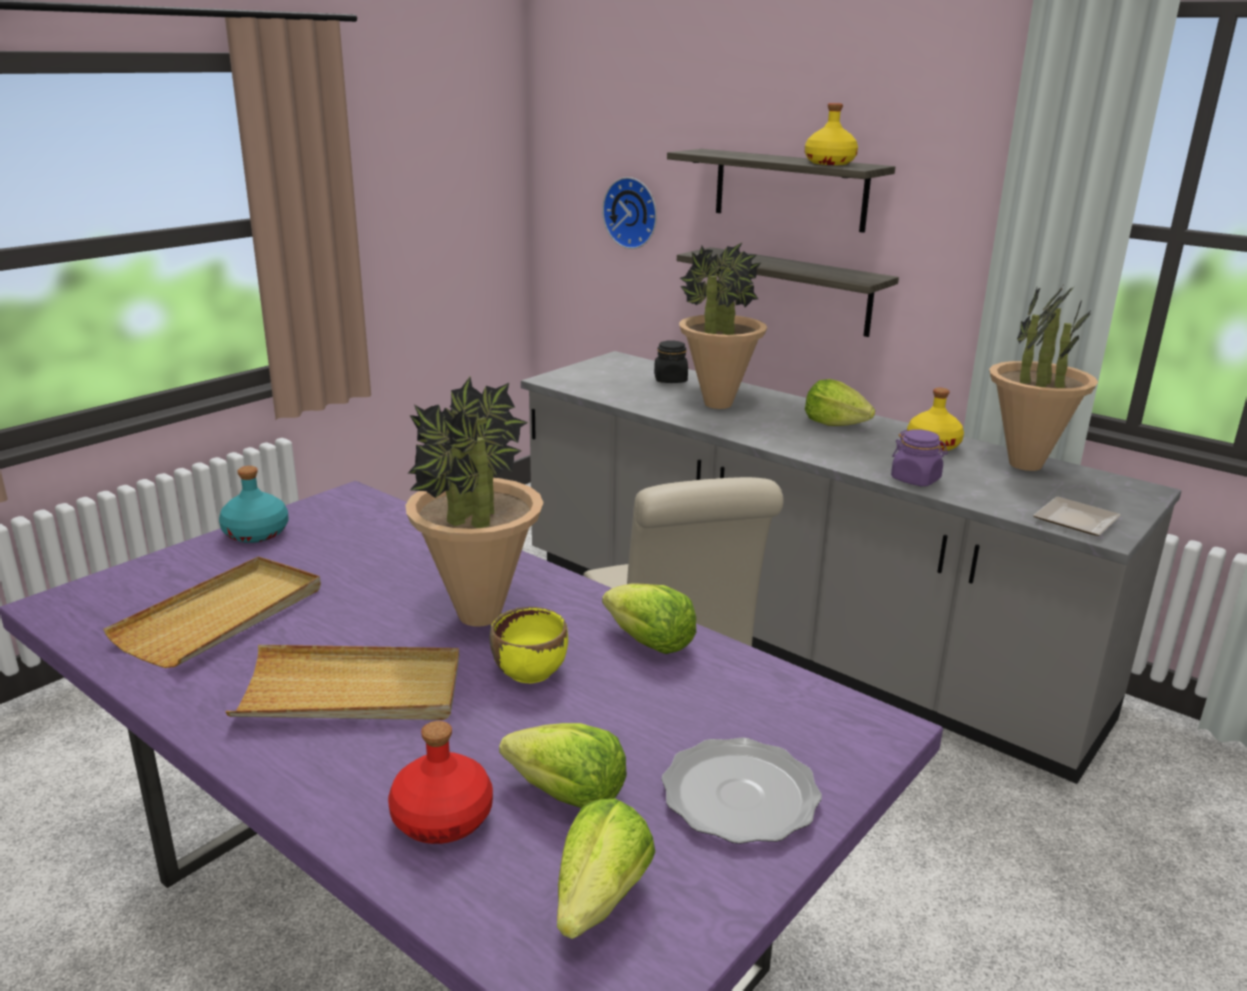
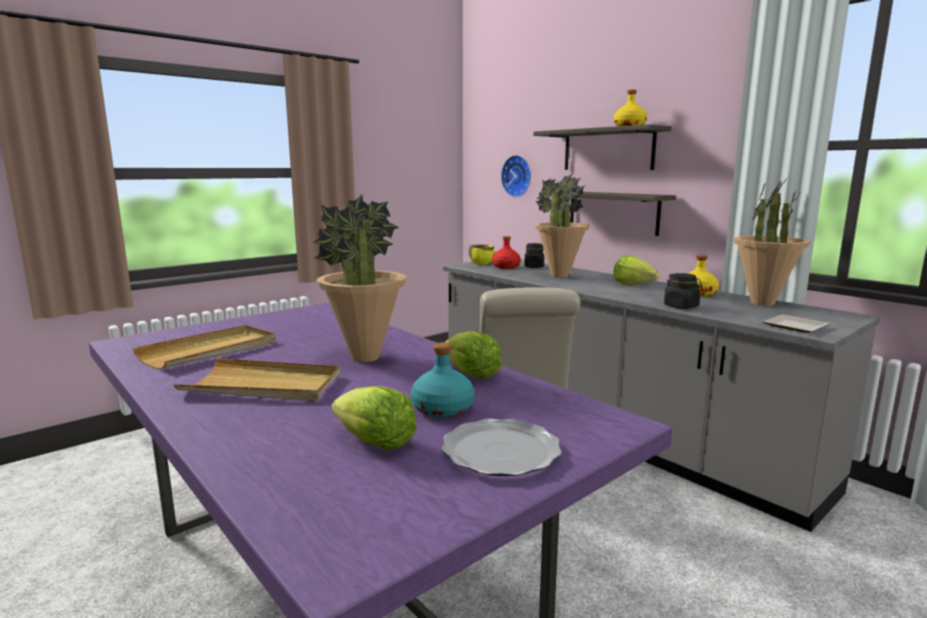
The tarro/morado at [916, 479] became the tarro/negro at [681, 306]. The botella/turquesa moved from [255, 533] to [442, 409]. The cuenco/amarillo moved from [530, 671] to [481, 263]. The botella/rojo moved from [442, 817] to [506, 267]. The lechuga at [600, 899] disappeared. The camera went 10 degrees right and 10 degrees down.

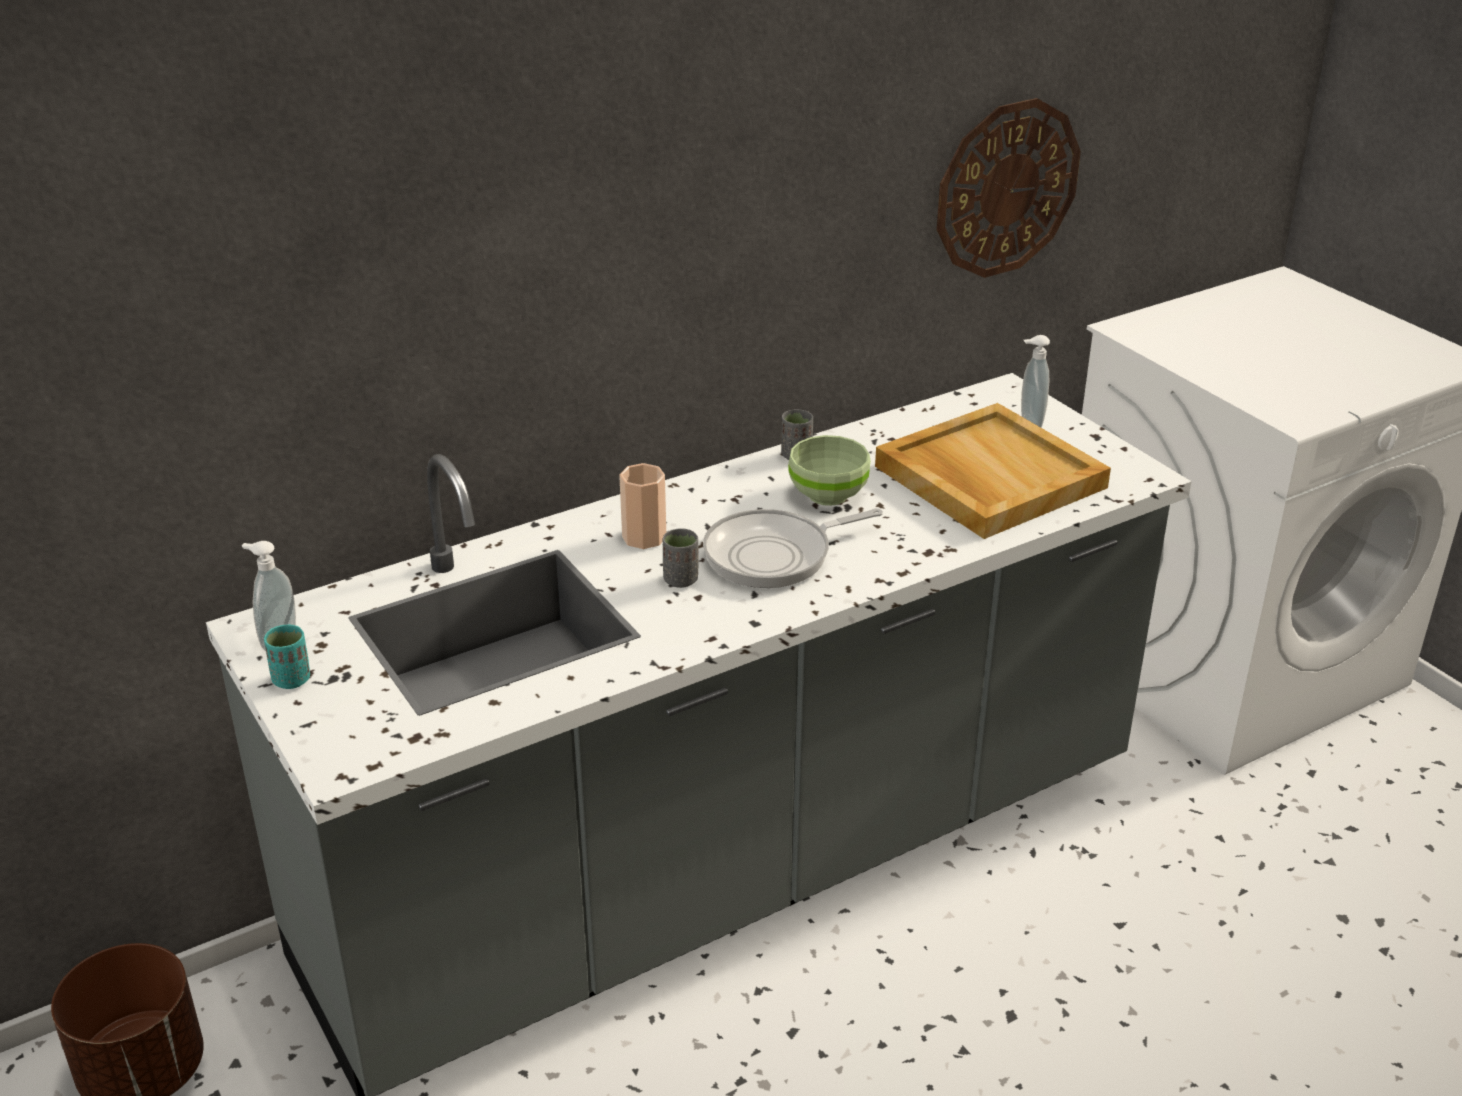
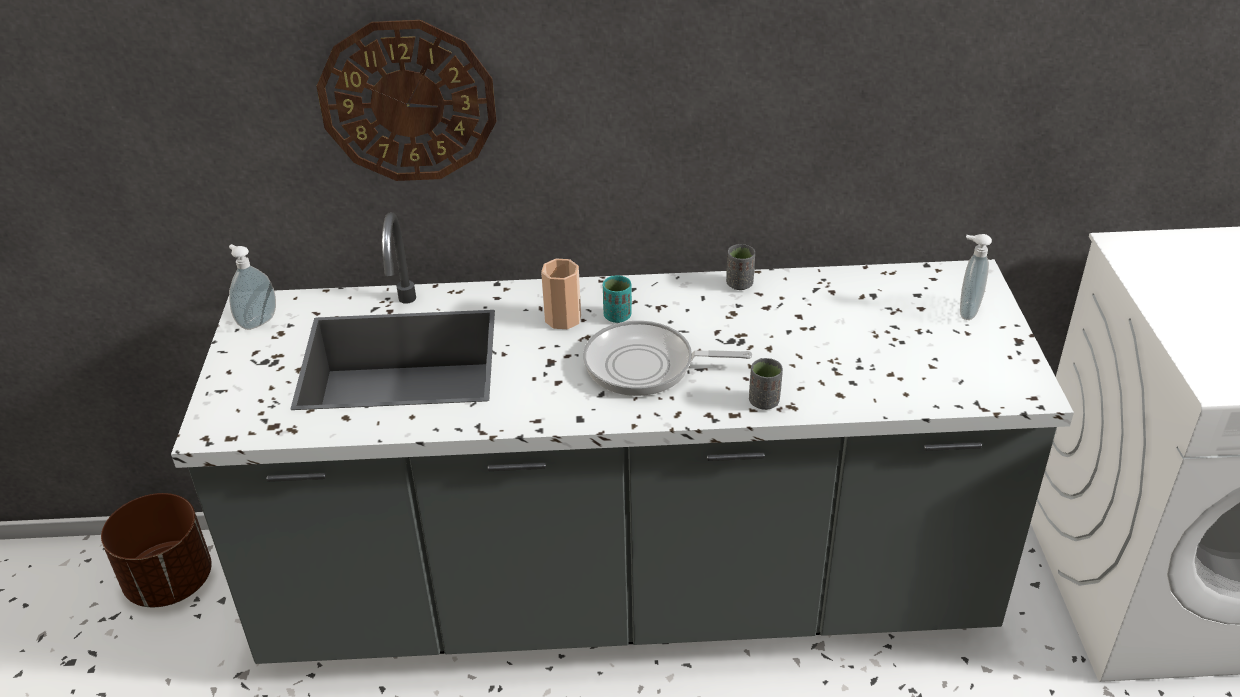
The reloj de pared moved from [1007, 188] to [408, 101]. The bandeja/beis at [987, 477] disappeared. The cuenco/verde at [829, 495] disappeared. The taza/gris moved from [681, 580] to [764, 402]. The taza/turquesa moved from [291, 680] to [617, 316]. The camera went 30 degrees right and 5 degrees up.

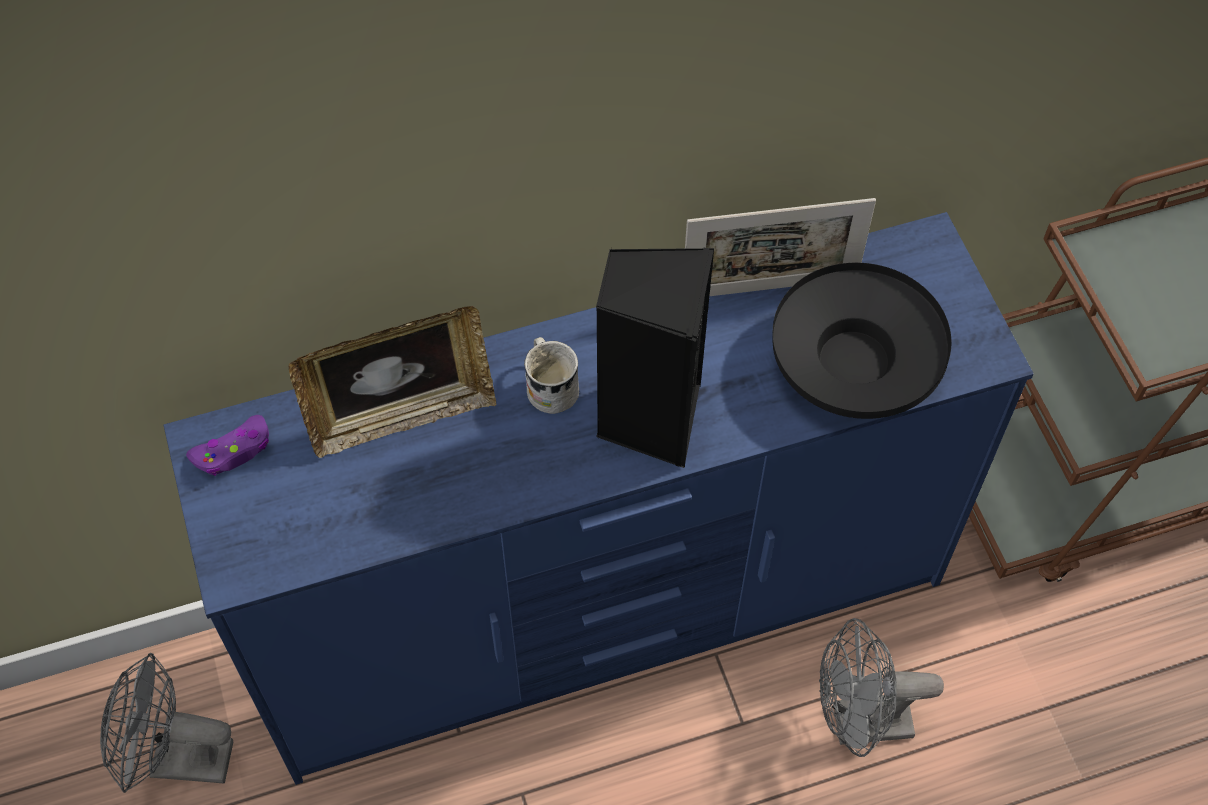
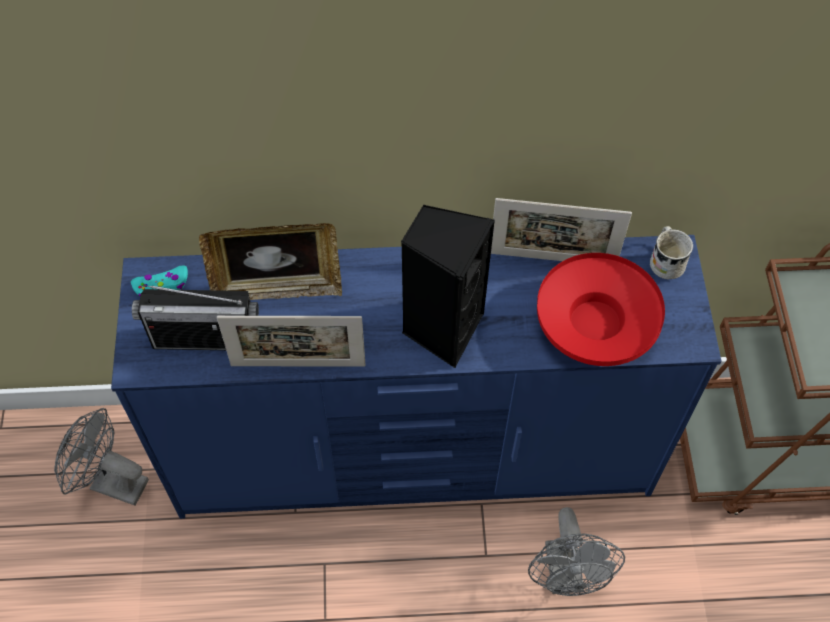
The cuenco/negro at [853, 365] became the cuenco/rojo at [594, 325]. The taza grande/blanco moved from [550, 385] to [666, 260]. The mando de consola/morado at [233, 451] became the mando de consola/turquesa at [162, 286]. The ventilador/gris at [859, 723] turned 105 degrees counterclockwise. The radio at [205, 338] appeared. The portarretratos at [298, 365] appeared. The camera went 15 degrees right and 0 degrees up.

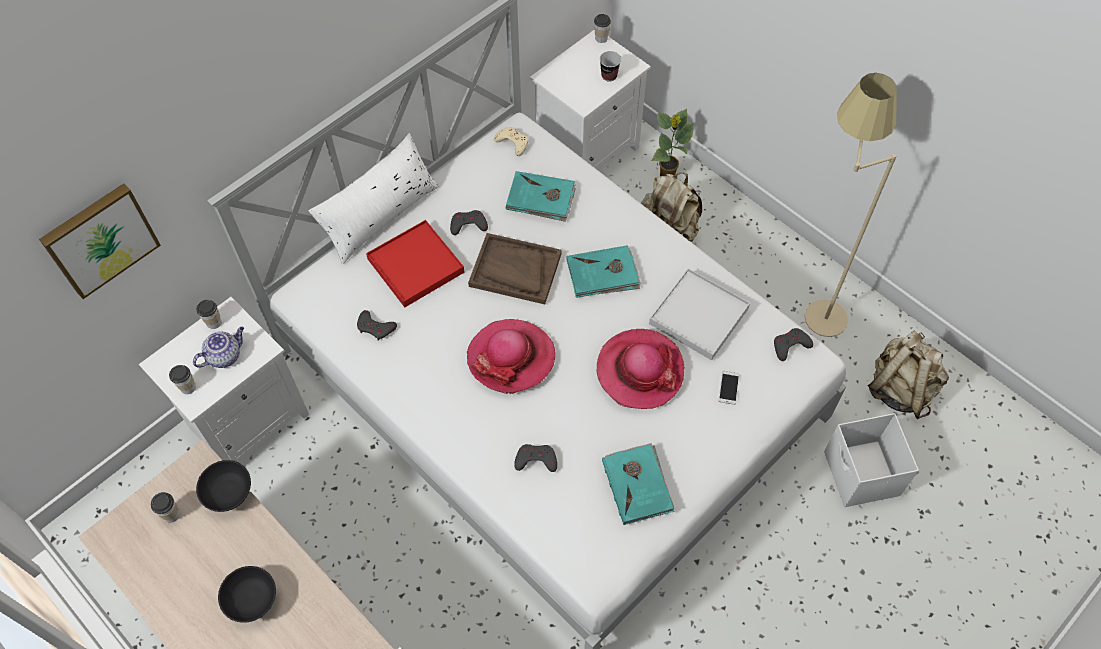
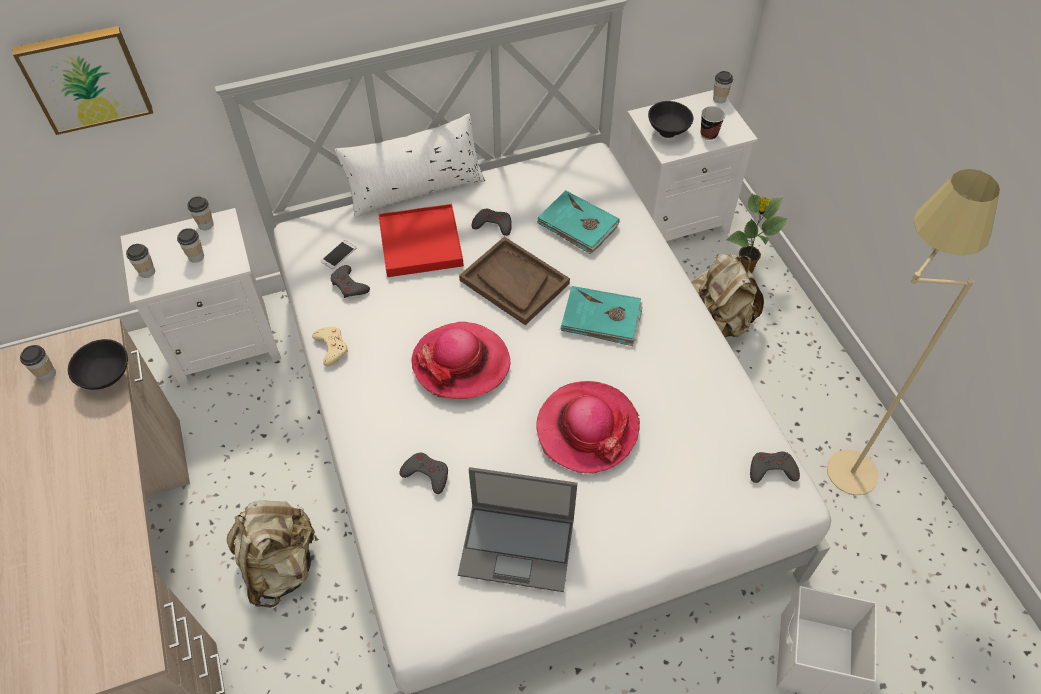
The mando de consola/beis moved from [512, 143] to [331, 347]. The bandeja/blanco at [698, 316] disappeared. The tetera at [225, 355] was replaced by the taza at [196, 256]. The mochila/beis moved from [900, 388] to [281, 565]. The móvil moved from [729, 388] to [338, 255]. The libro/turquesa at [638, 484] was replaced by the portátil at [518, 546]. The cuenco/negro moved from [254, 600] to [668, 131]. The camera went 25 degrees right and 5 degrees down.

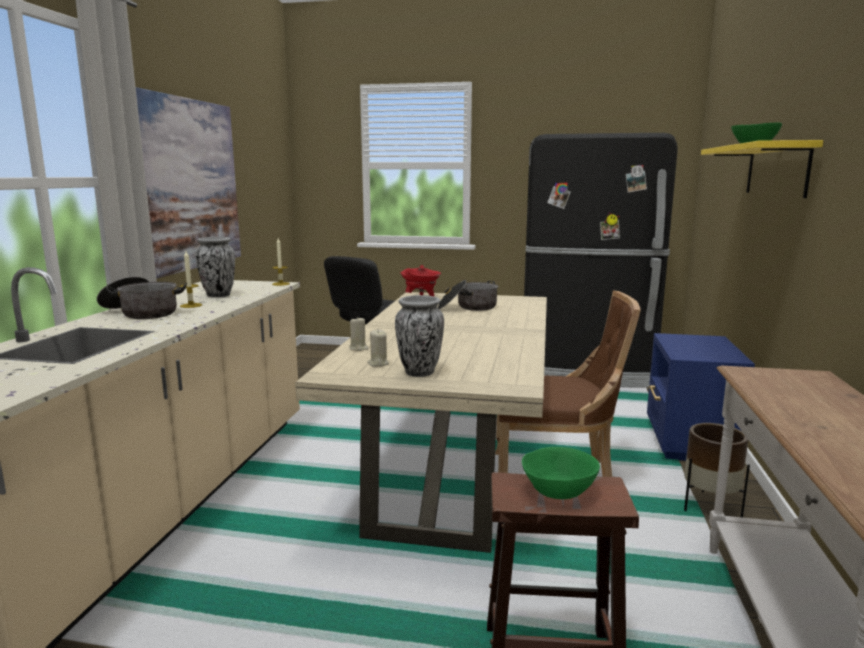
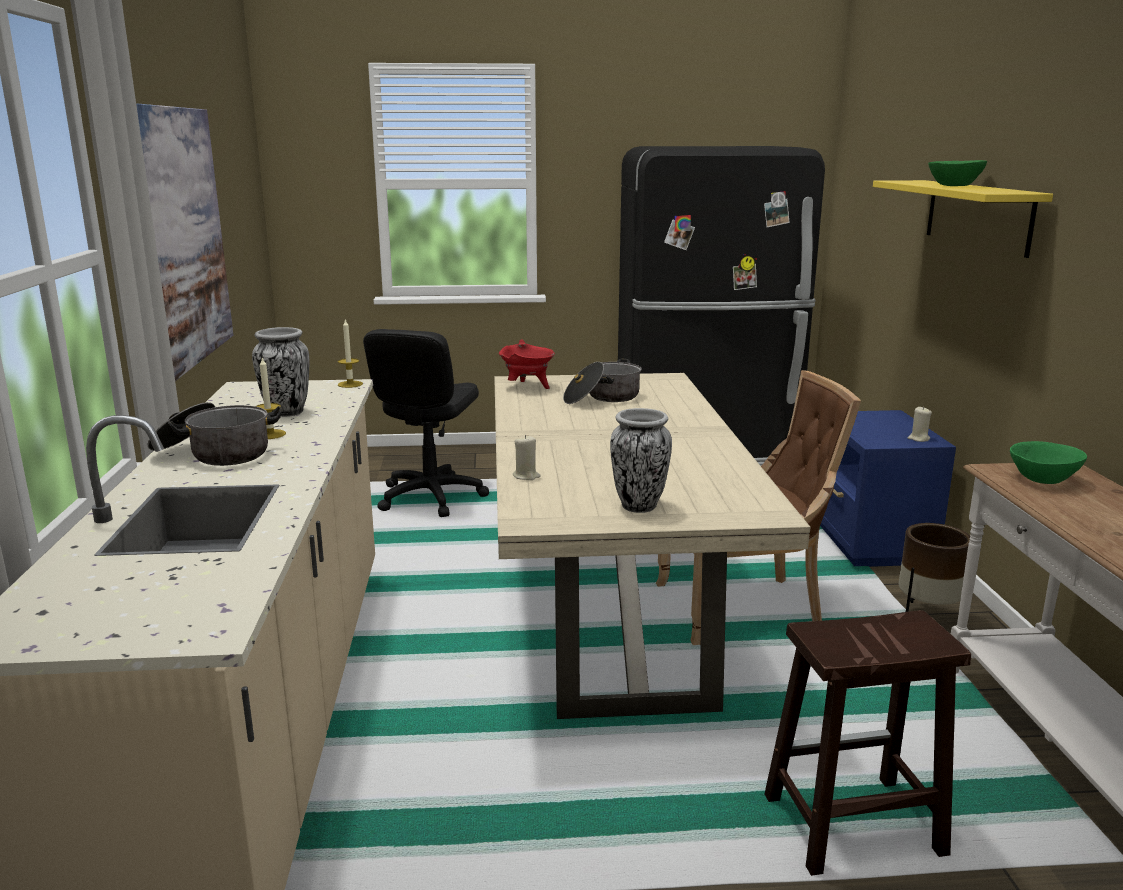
The vela/beis moved from [378, 364] to [918, 439]. The cuenco/verde moved from [558, 491] to [1042, 479]. The camera went 15 degrees left and 5 degrees up.

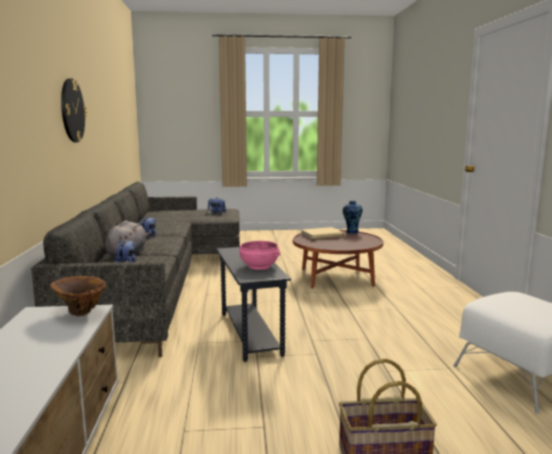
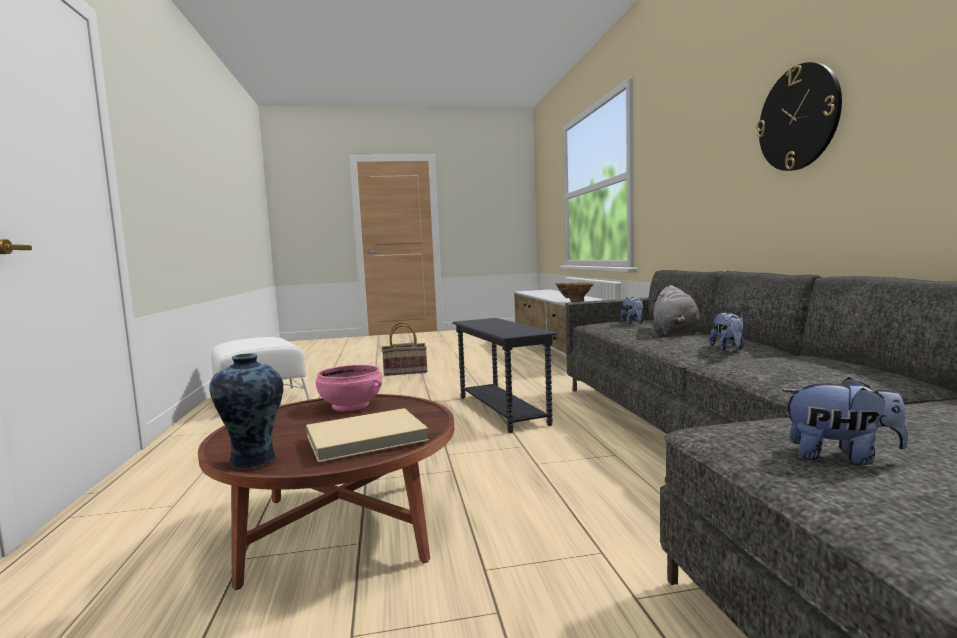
The cuenco/rosa moved from [259, 266] to [350, 406]. The camera went 175 degrees right and 5 degrees down.

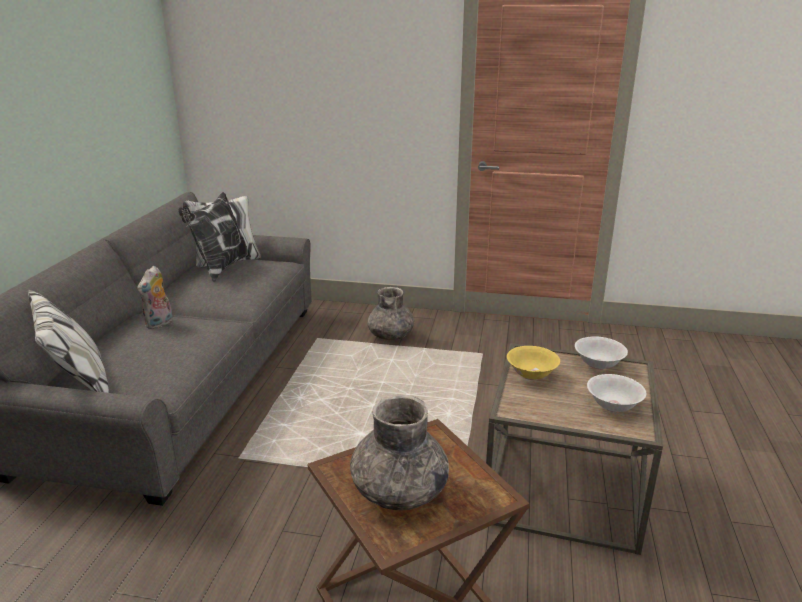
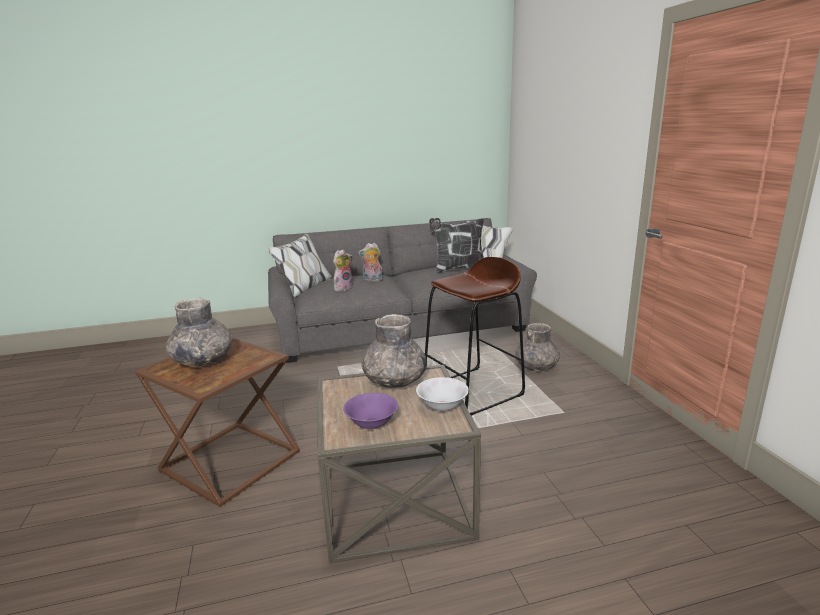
The cuenco/amarillo at [532, 375] was replaced by the florero/gris at [394, 381]. The cuenco/blanco at [613, 406] became the cuenco/morado at [371, 423]. The peluche at [343, 288] appeared. The taburete/marrón at [473, 391] appeared. The camera went 65 degrees right and 5 degrees down.

